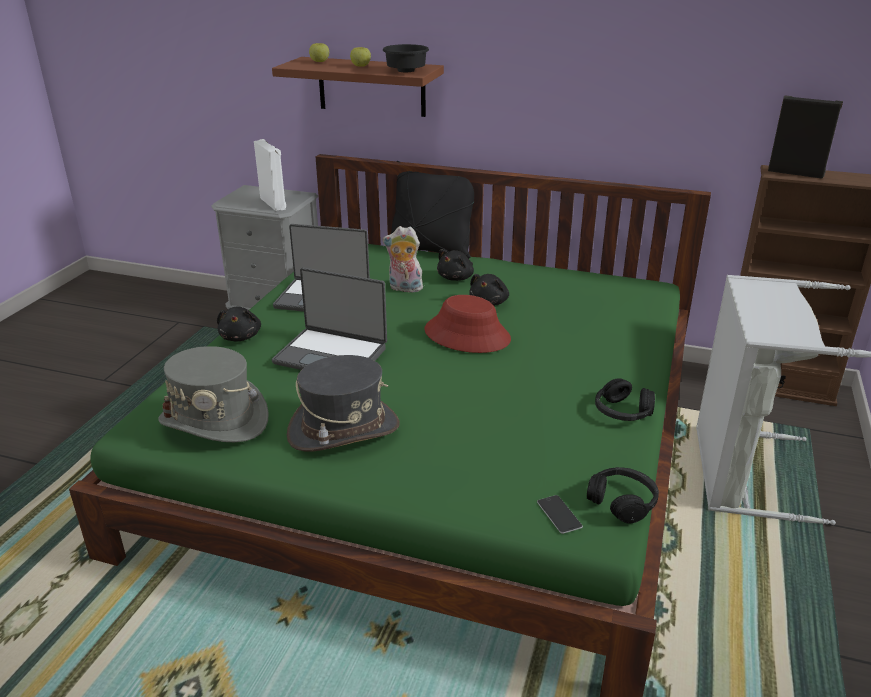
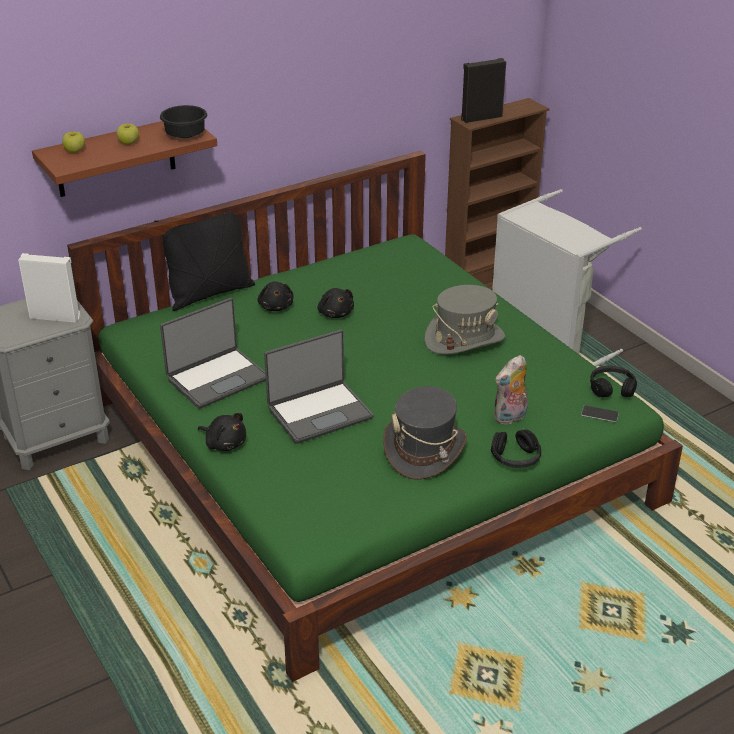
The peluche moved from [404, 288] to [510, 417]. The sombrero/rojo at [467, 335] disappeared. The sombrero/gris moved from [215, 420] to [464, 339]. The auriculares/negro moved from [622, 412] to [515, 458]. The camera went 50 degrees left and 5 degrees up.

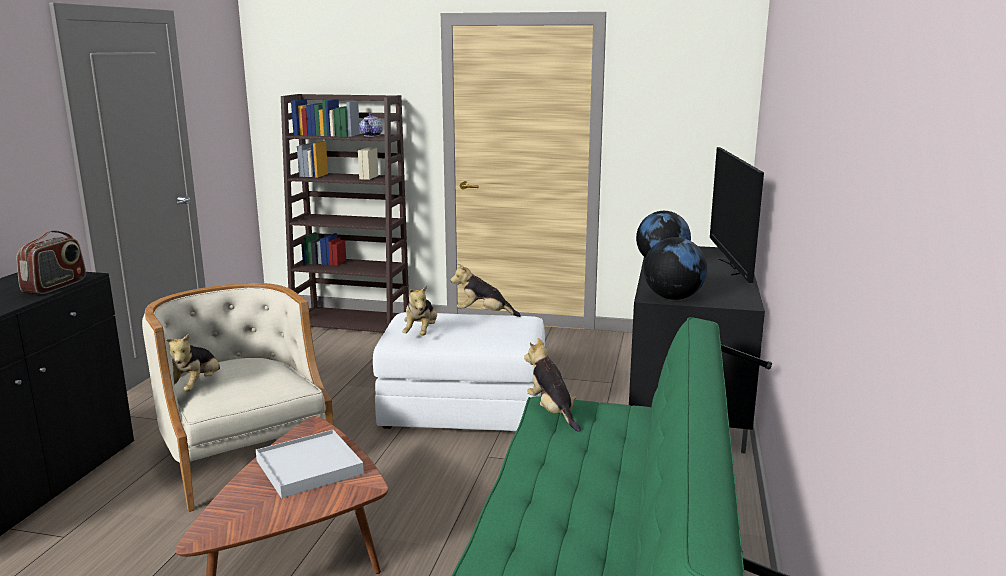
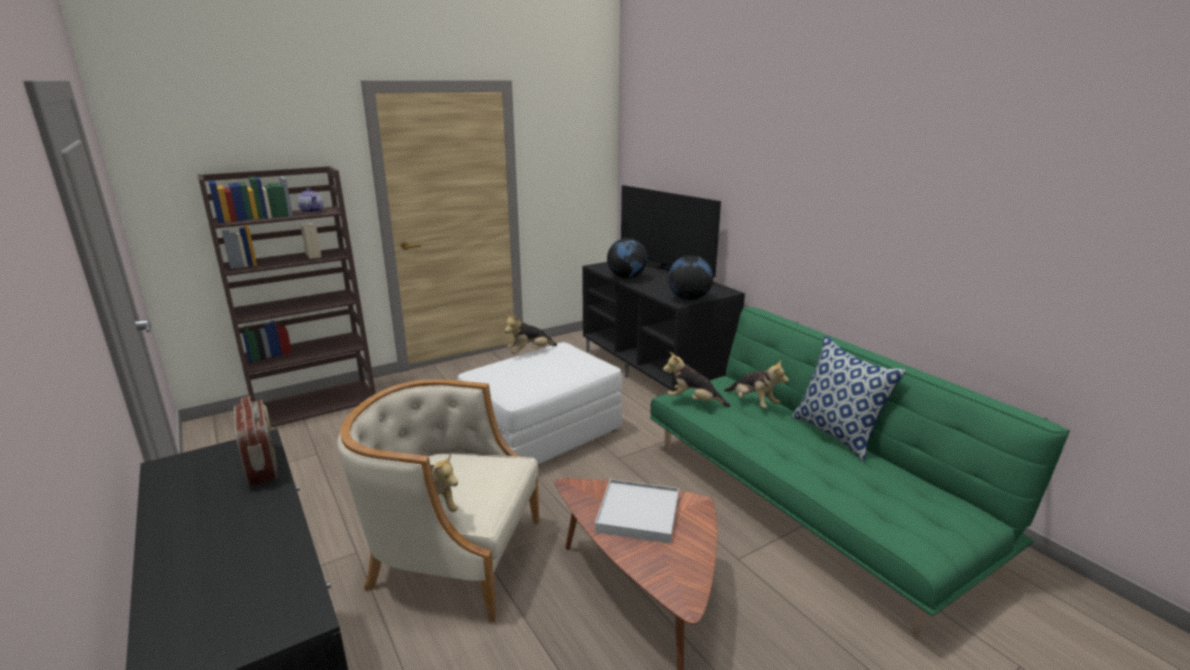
The peluche moved from [421, 333] to [753, 403]. The cojín at [837, 434] appeared. The camera went 45 degrees left and 5 degrees up.

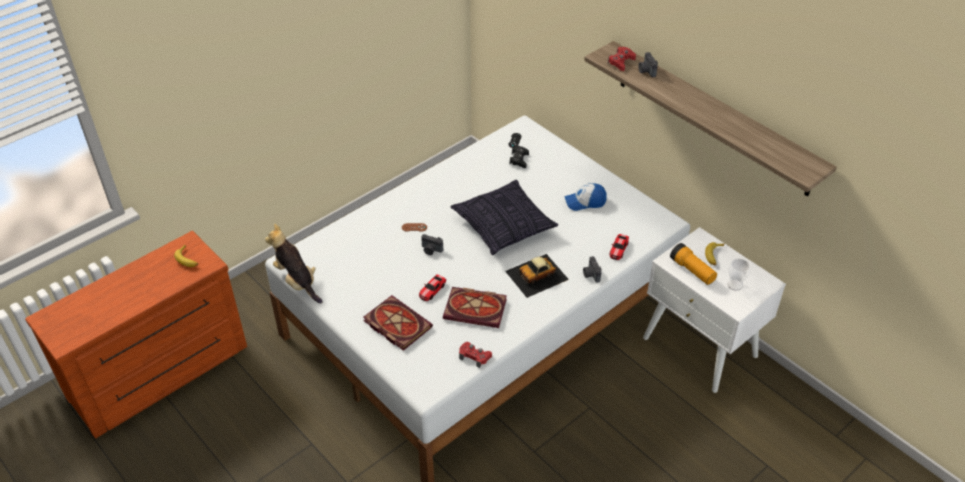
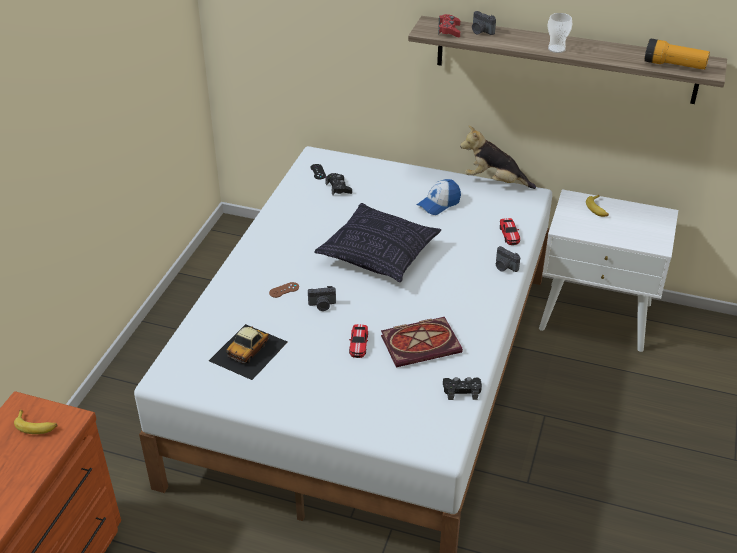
The peluche moved from [297, 281] to [494, 181]. The linterna moved from [692, 271] to [674, 65]. The coche de juguete moved from [537, 275] to [249, 351]. The taza moved from [735, 285] to [556, 49]. The libro at [395, 324] disappeared. The mando de consola/rojo at [474, 356] became the mando de consola/negro at [462, 390]. The camera went 30 degrees left and 5 degrees down.

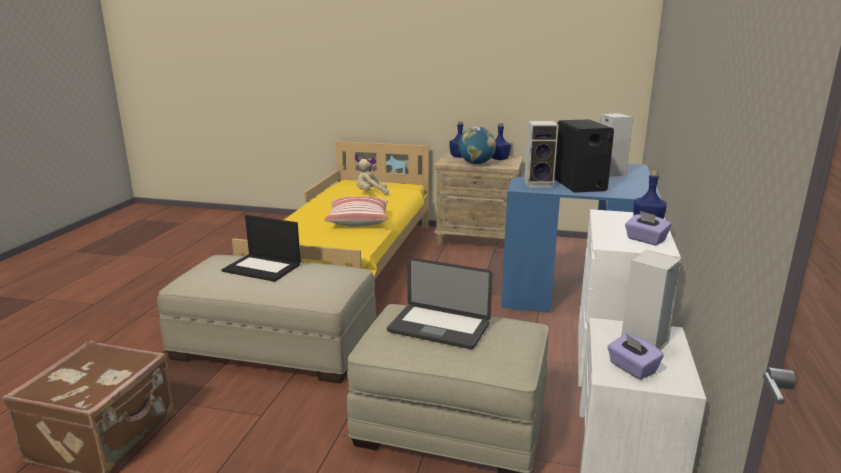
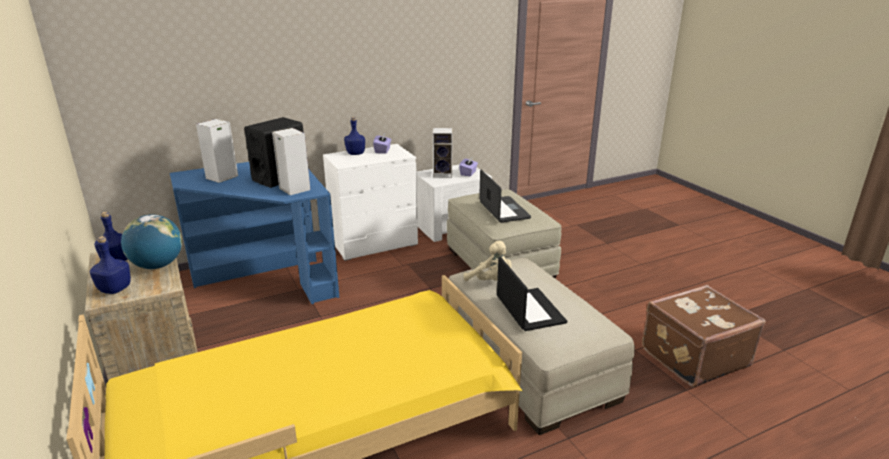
The peluche/beis moved from [371, 194] to [491, 281]. The cojín at [358, 221] disappeared. The camera went 130 degrees left and 5 degrees up.

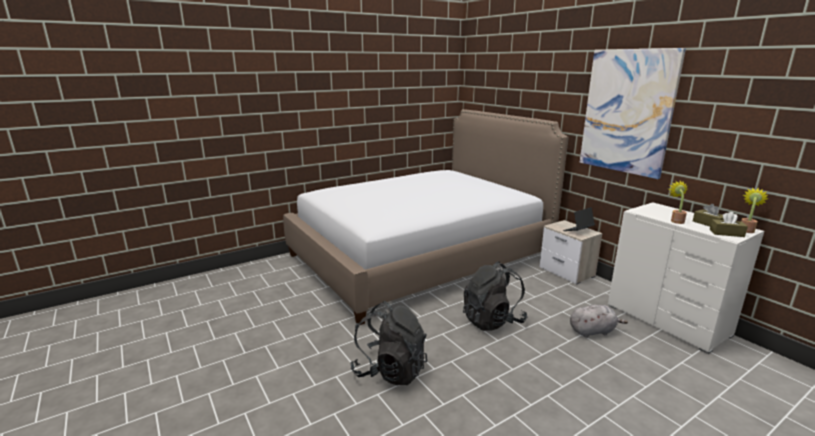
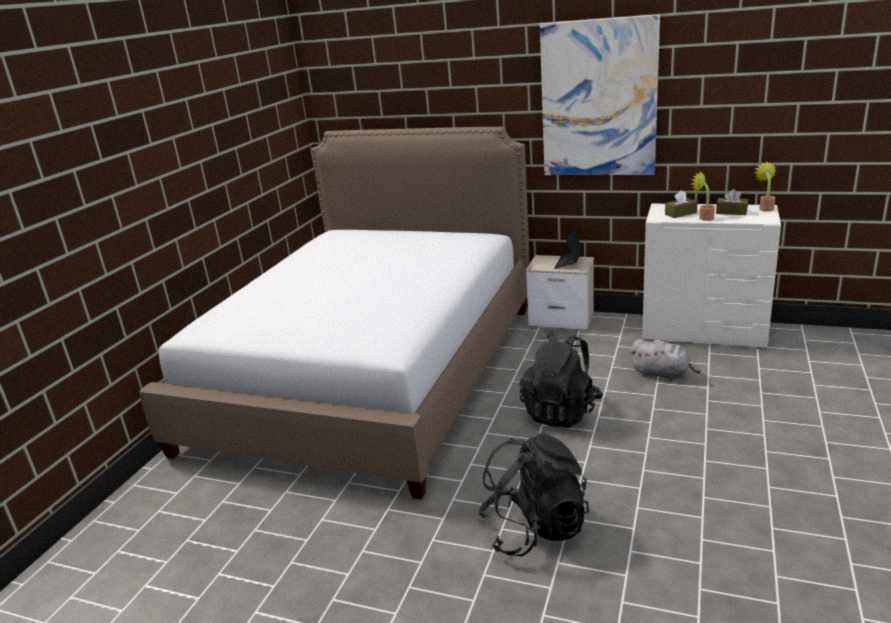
The caja de pañuelos/marrón moved from [726, 233] to [680, 213]. The peluche/gris at [593, 331] turned 75 degrees clockwise. The camera went 35 degrees left and 5 degrees up.

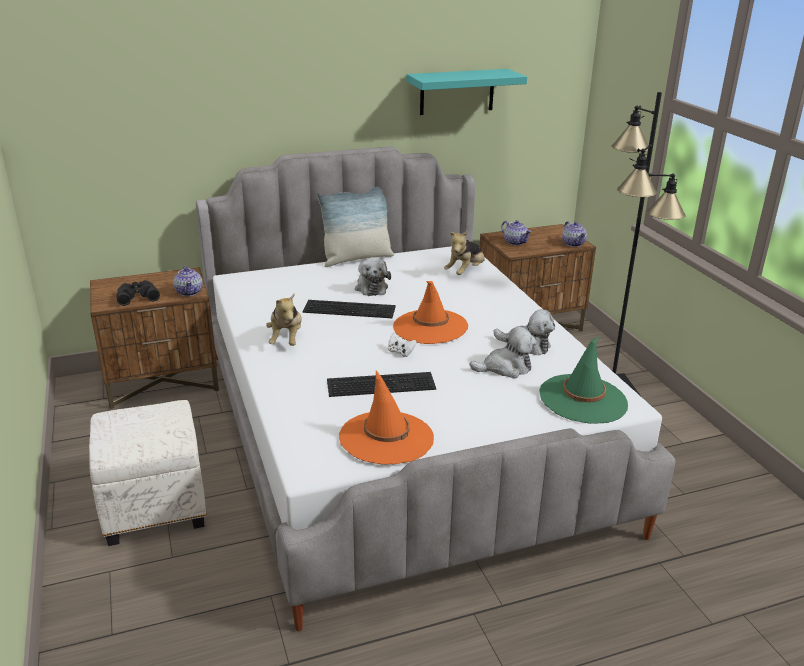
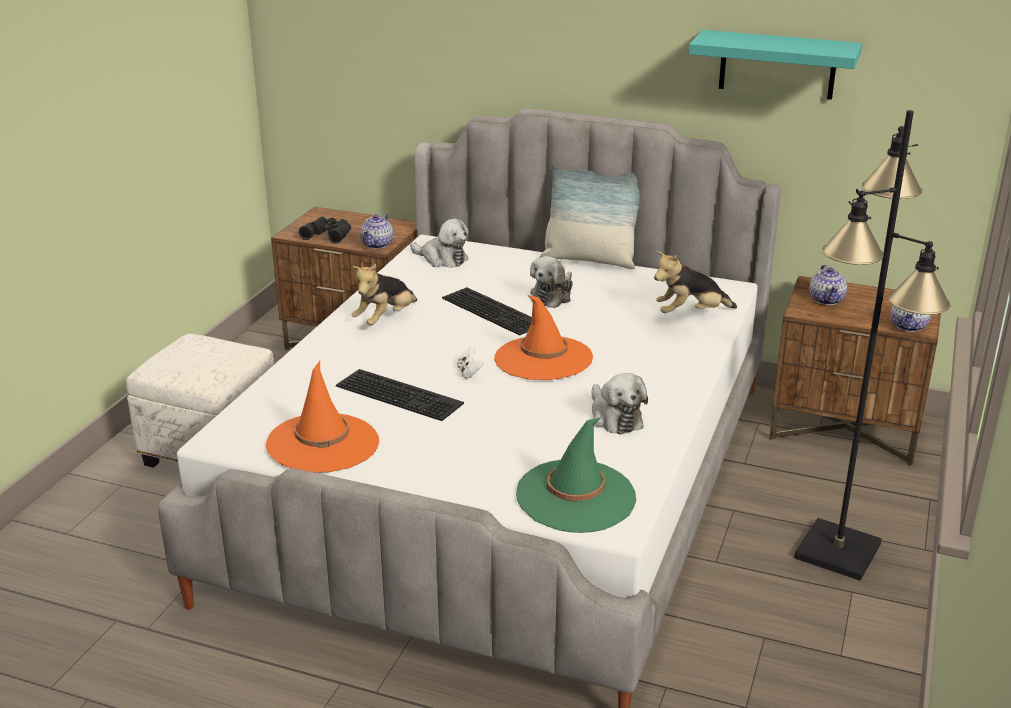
The peluche moved from [505, 368] to [442, 259]. The camera went 40 degrees right and 0 degrees up.

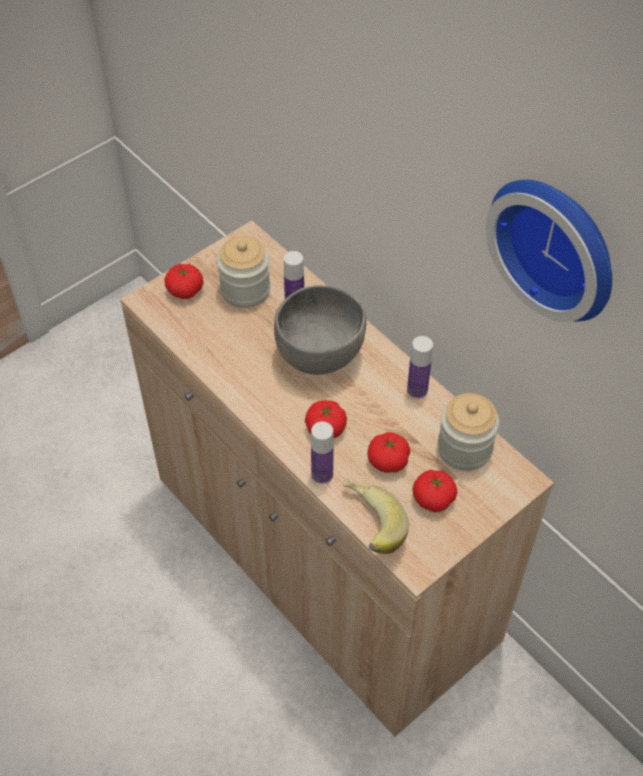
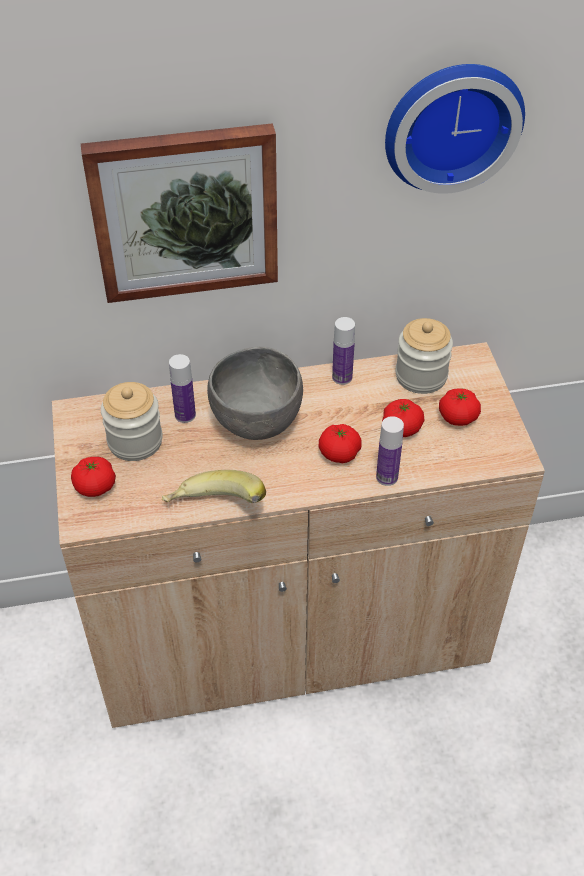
The plátano moved from [368, 528] to [215, 511]. The cuadro at [184, 212] appeared. The camera went 60 degrees left and 5 degrees down.

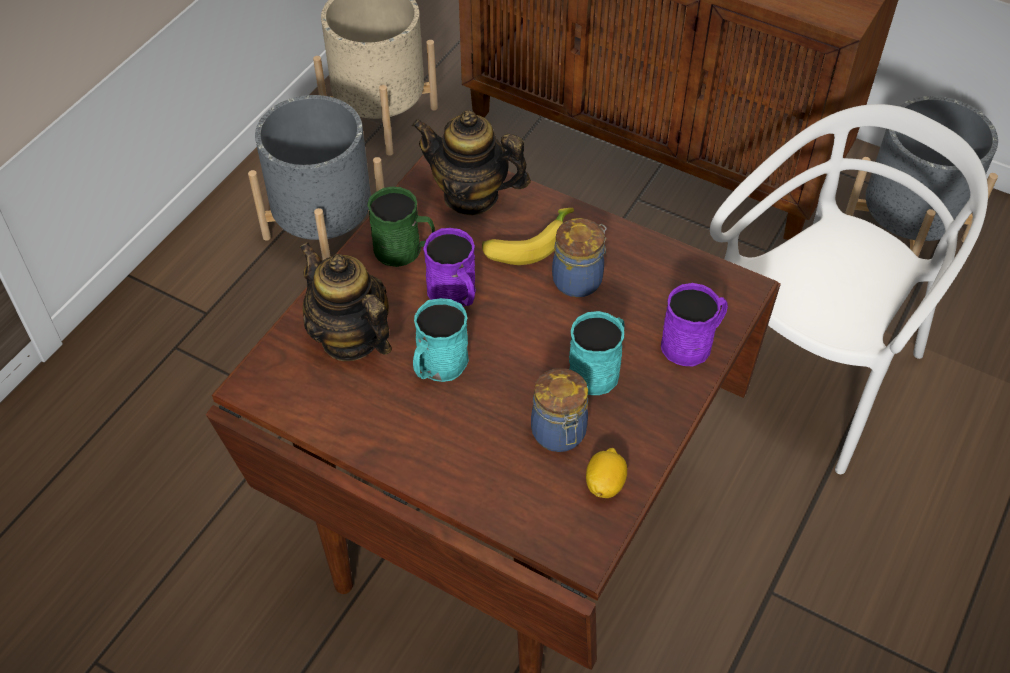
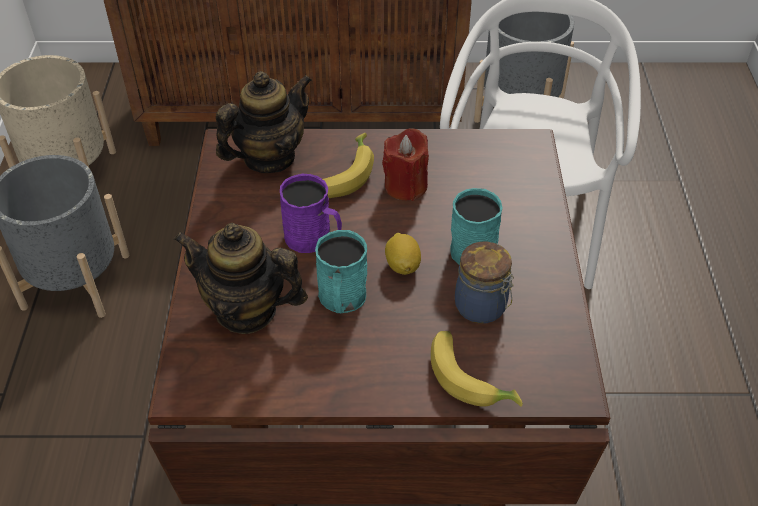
The tetera at [471, 195] turned 150 degrees clockwise. The taza grande/verde at [404, 249] disappeared. The tarro at [579, 279] was replaced by the vela/rojo at [405, 186]. The taza grande/morado at [692, 343] disappeared. The limón moved from [605, 484] to [402, 265]. The plátano at [471, 377] appeared. The camera went 30 degrees left and 5 degrees down.

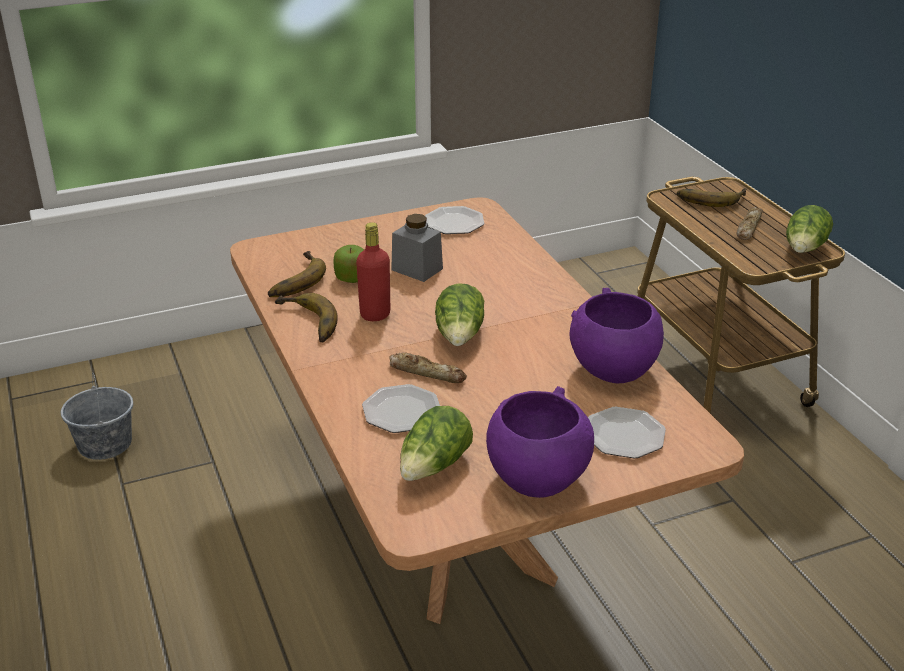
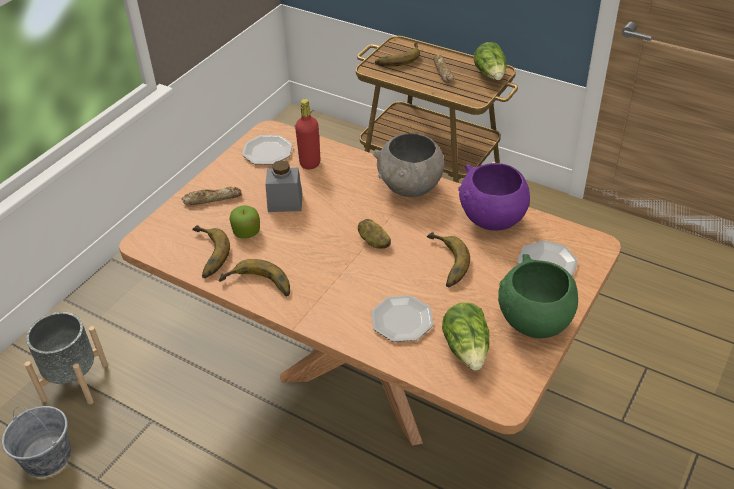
The botella/rojo moved from [375, 315] to [310, 163]. The lechuga at [460, 336] was replaced by the patata at [374, 242]. The pan moved from [427, 373] to [212, 199]. The cuenco/morado at [537, 479] became the cuenco/verde at [534, 322]. The cuenco/gris at [410, 188] appeared. The plátano at [443, 263] appeared. The maceta/gris at [74, 382] appeared. The camera went 35 degrees left and 10 degrees up.

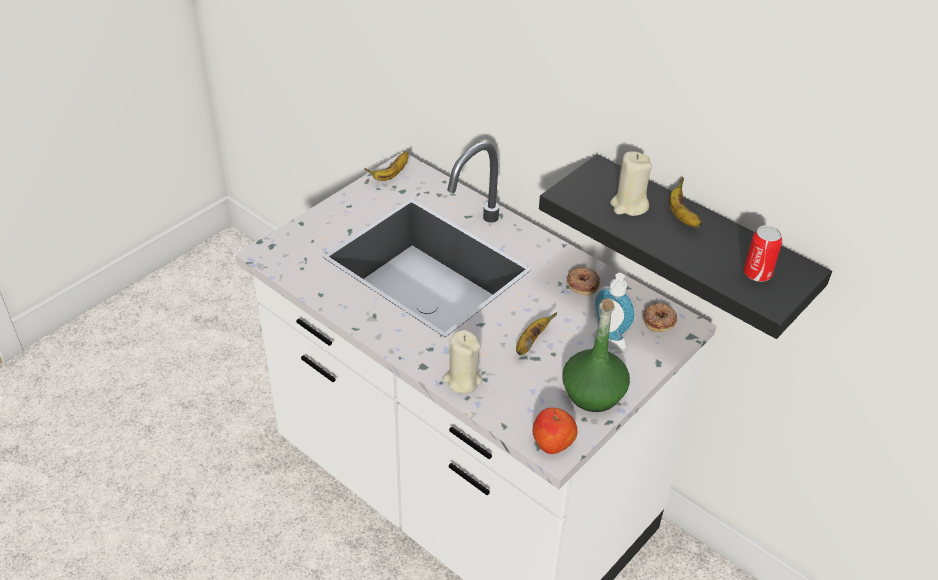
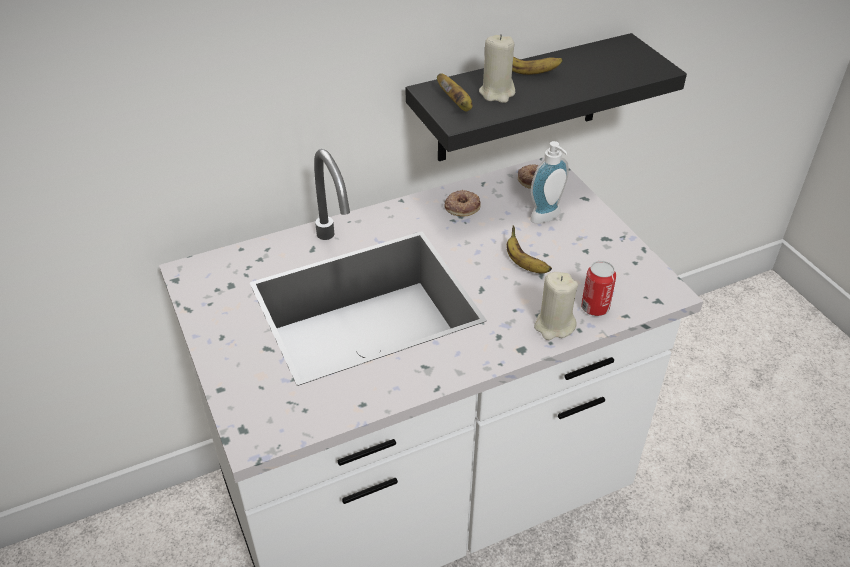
The plátano moved from [391, 175] to [456, 104]. The lata moved from [757, 274] to [595, 307]. The botella/verde at [593, 393] disappeared. The manzana at [552, 442] disappeared. The camera went 65 degrees left and 0 degrees up.

